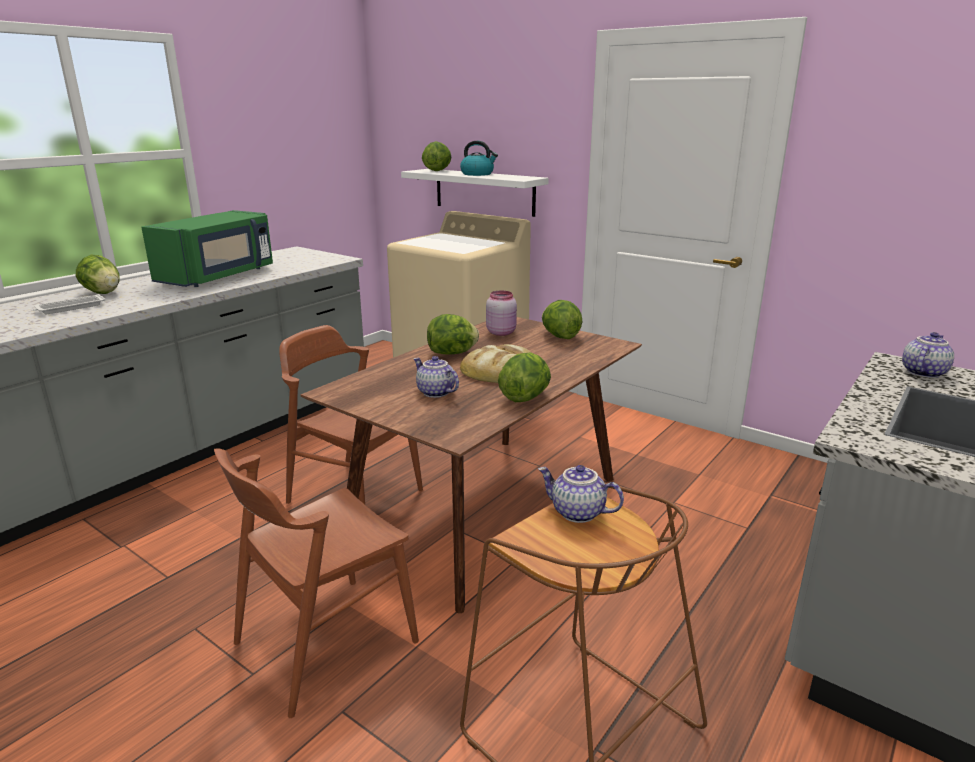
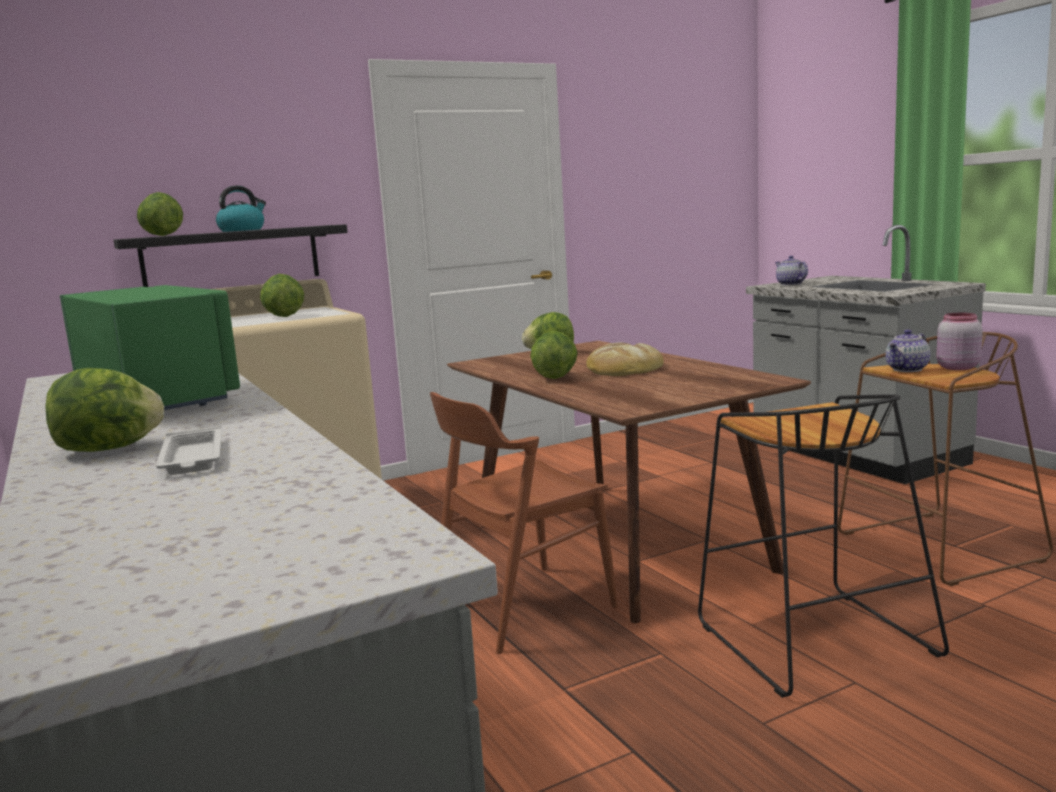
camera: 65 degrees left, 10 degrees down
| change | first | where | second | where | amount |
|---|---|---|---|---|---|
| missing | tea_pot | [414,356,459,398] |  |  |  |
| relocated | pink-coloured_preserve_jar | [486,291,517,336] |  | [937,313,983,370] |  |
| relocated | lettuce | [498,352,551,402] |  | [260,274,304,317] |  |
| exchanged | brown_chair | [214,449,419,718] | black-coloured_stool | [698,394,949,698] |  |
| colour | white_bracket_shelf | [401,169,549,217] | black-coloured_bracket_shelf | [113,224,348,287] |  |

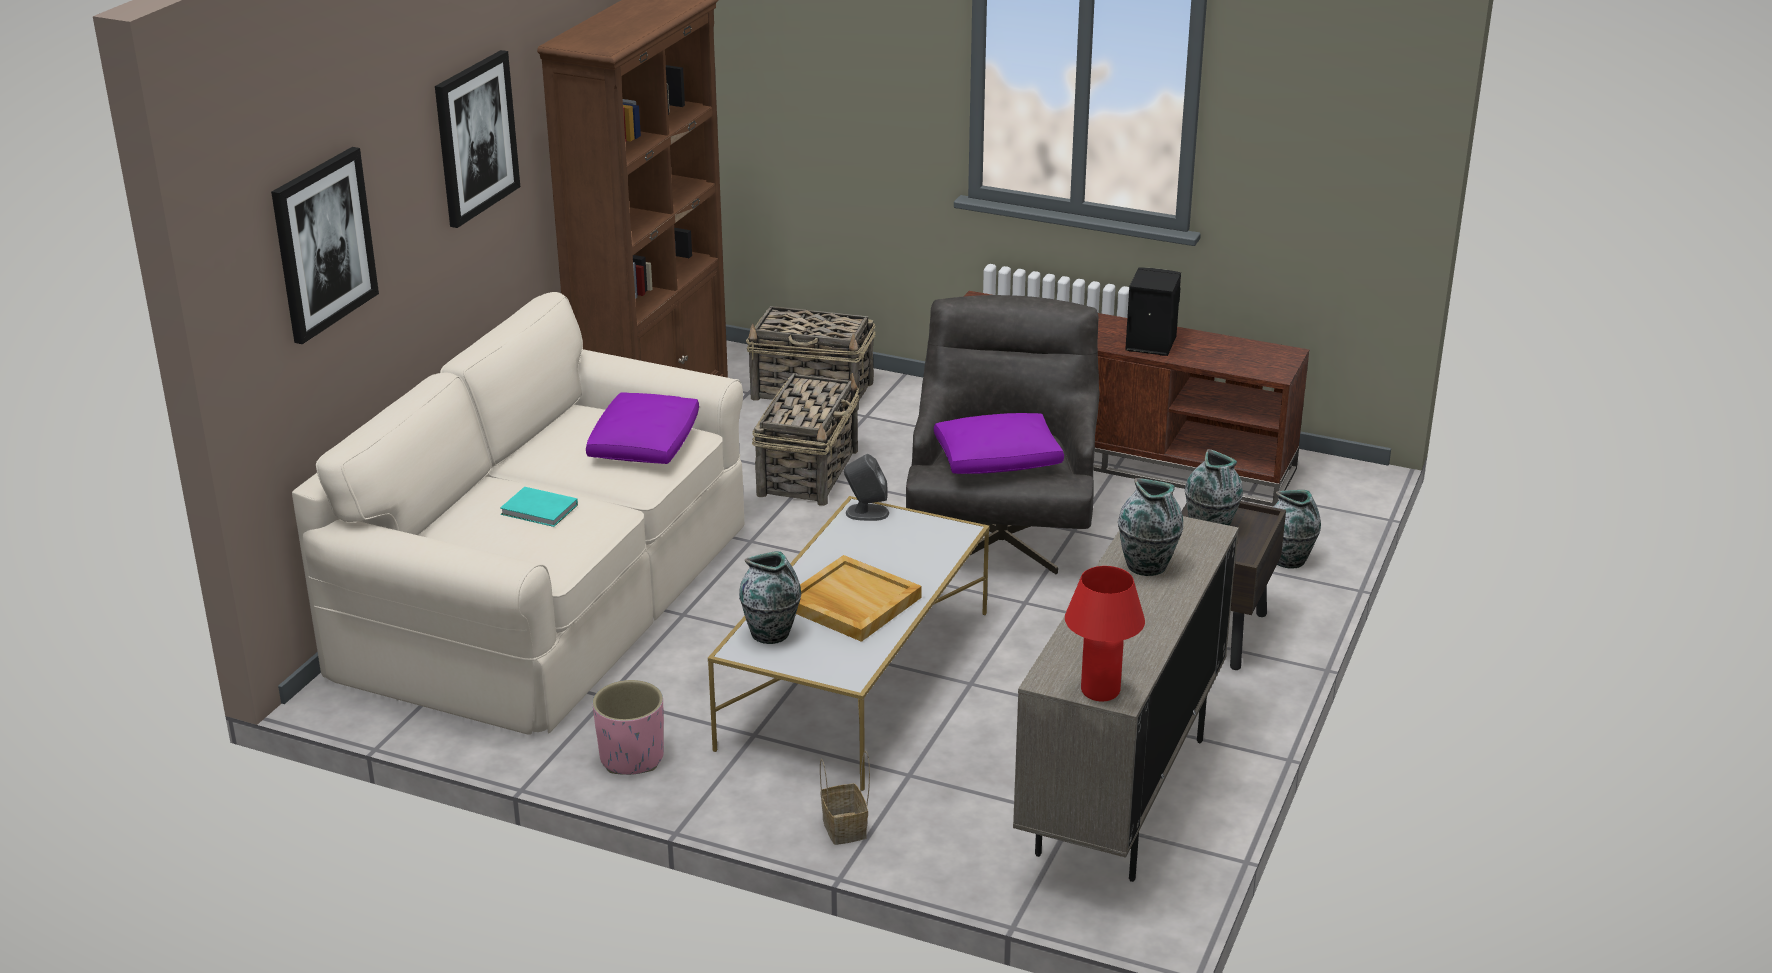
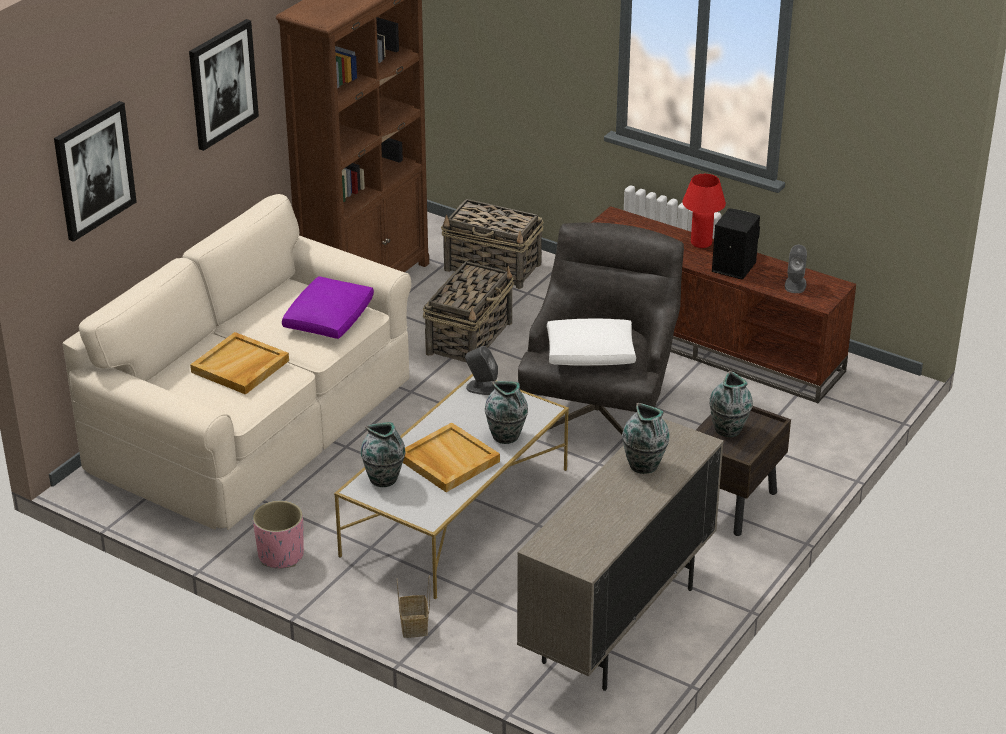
camera: 10 degrees right, 5 degrees up
| change | first | where | second | where | amount |
|---|---|---|---|---|---|
| appeared |  |  | greyish_speaker | [785,245,807,293] |  |
| relocated | red-coloured_table_lamp | [1065,566,1145,701] |  | [682,174,726,248] |  |
| relocated | decorative_vase | [1274,490,1321,569] |  | [485,381,528,444] |  |
| exchanged | turquoise-coloured_bound_book | [500,487,578,527] | beige-coloured_serving_tray | [190,332,289,395] |  |
| colour | purplish_pillow | [934,413,1064,474] | white_pillow | [547,318,636,366] |  |

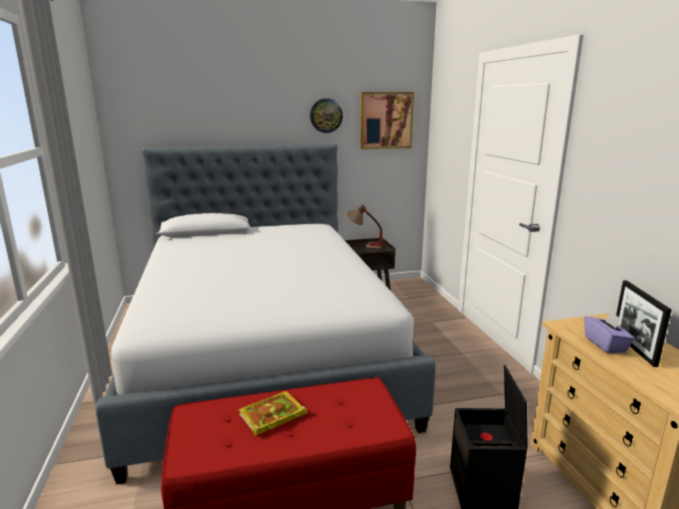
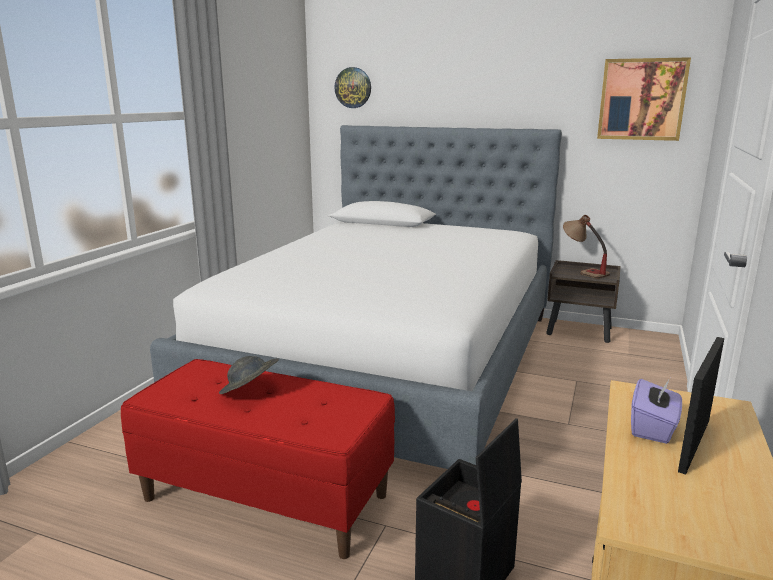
camera: 35 degrees right, 0 degrees up
| change | first | where | second | where | amount |
|---|---|---|---|---|---|
| relocated | clock_on_the_wall | [310,98,343,133] |  | [335,67,371,108] |  |
| exchanged | bound_book | [239,391,307,436] | greyish_wearable_hat | [219,356,279,394] |  |

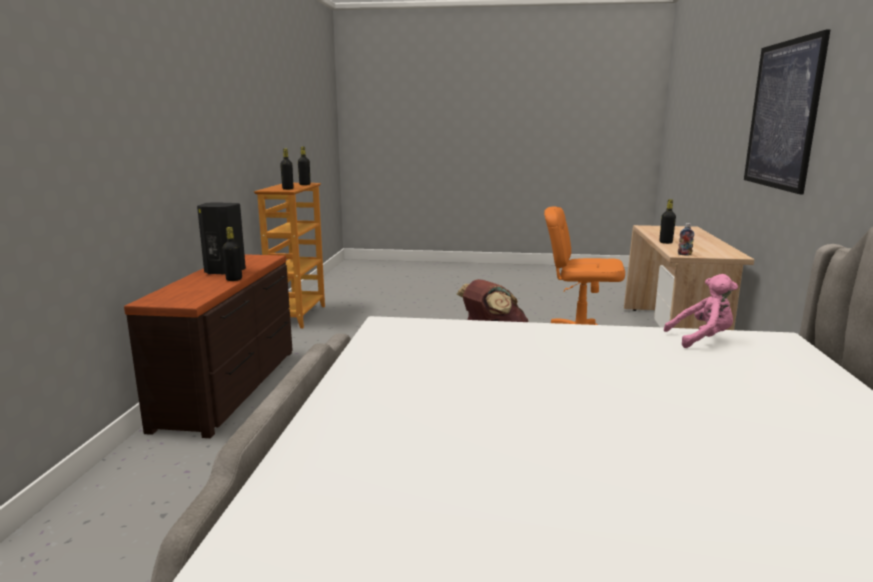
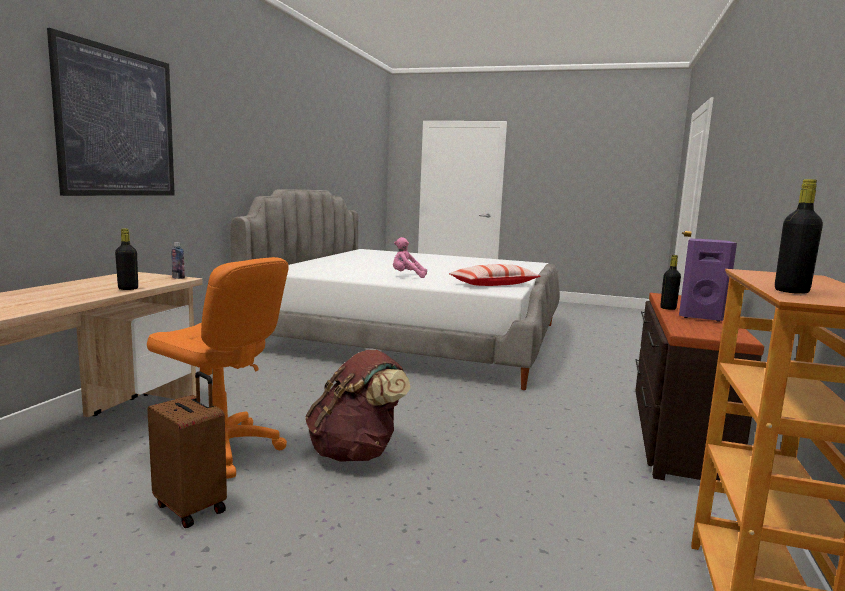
camera: 170 degrees left, 5 degrees down
| change | first | where | second | where | amount |
|---|---|---|---|---|---|
| missing | black-coloured_bottle | [280,148,294,190] |  |  |  |
| appeared |  |  | brown_suitcase | [147,371,227,528] |  |
| appeared |  |  | pillow | [449,264,541,286] |  |
| relocated | pink-coloured_cuddly_toy | [664,274,738,348] |  | [393,237,427,278] |  |
| colour | black-coloured_speaker | [197,202,246,274] | purplish_speaker | [679,239,737,322] |  |

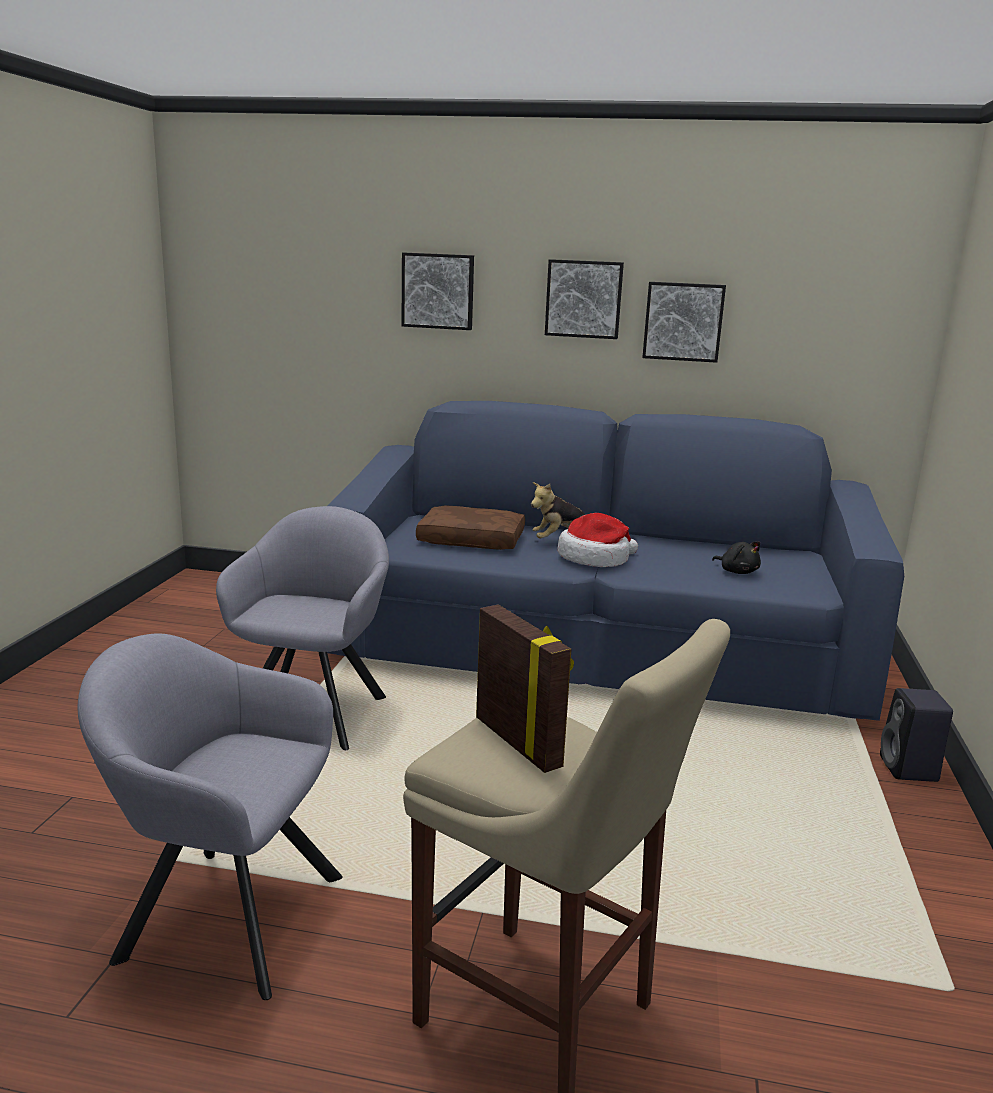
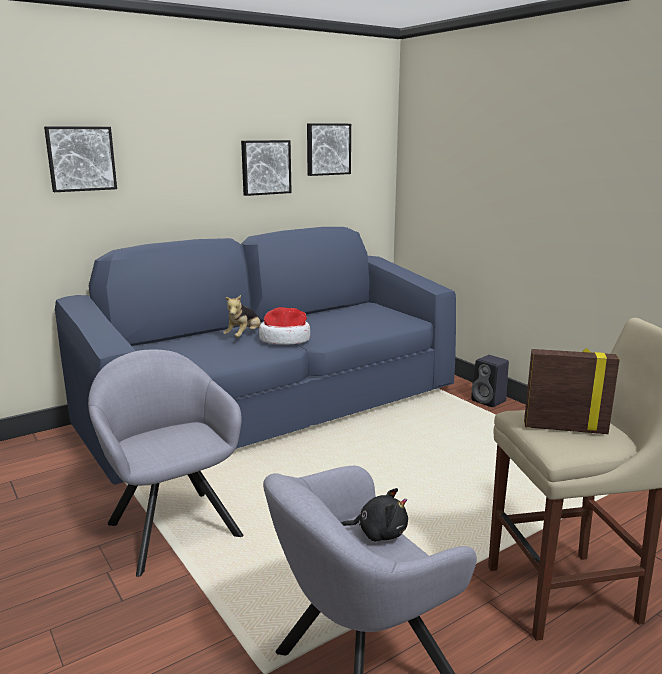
camera: 45 degrees left, 0 degrees up
| change | first | where | second | where | amount |
|---|---|---|---|---|---|
| missing | brown_pillow | [416,505,525,550] |  |  |  |
| relocated | wall_art | [545,259,624,339] |  | [307,123,351,176] |  |
| relocated | black-coloured_cuddly_toy | [712,541,761,574] |  | [341,488,408,542] |  |

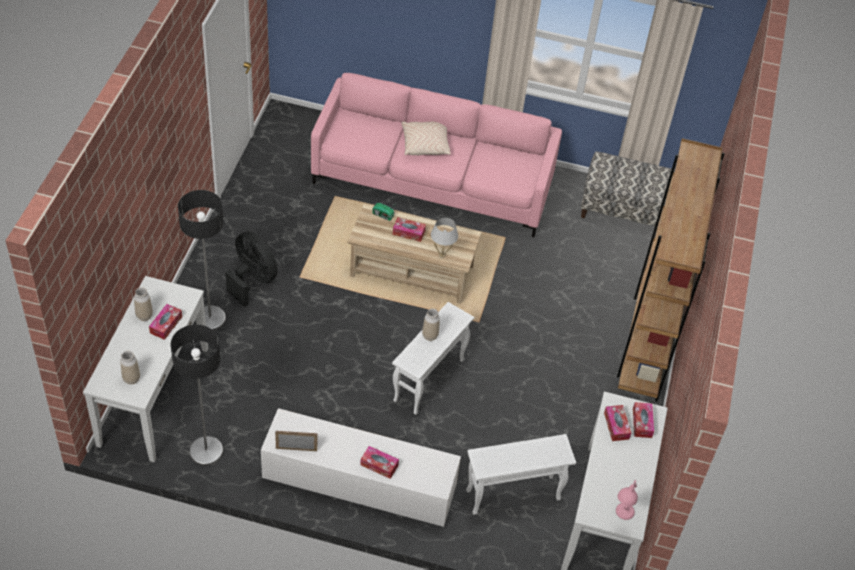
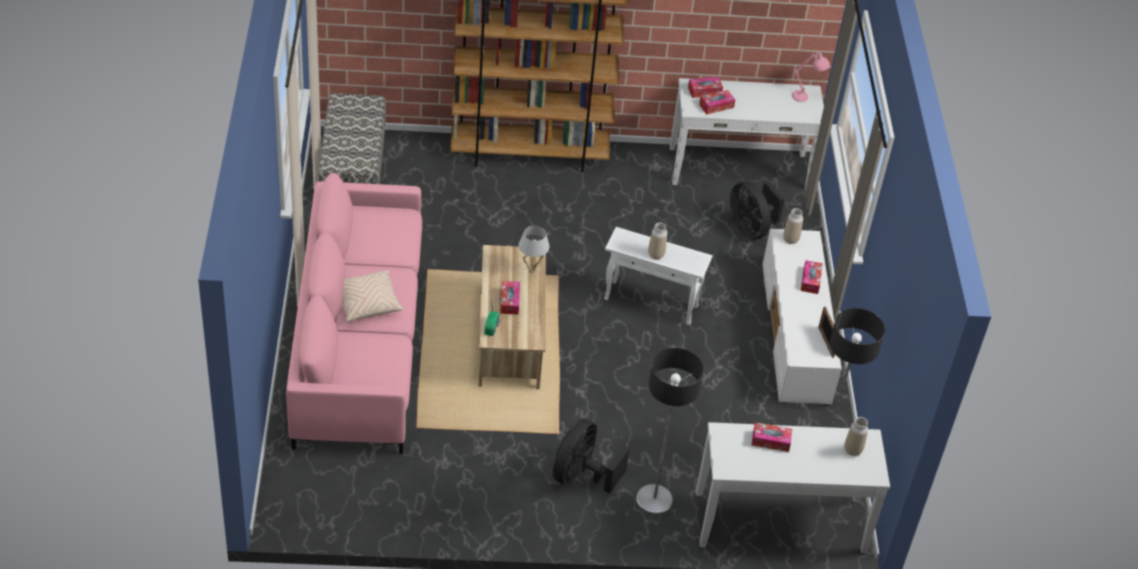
camera: 105 degrees left, 5 degrees down
| change | first | where | second | where | amount |
|---|---|---|---|---|---|
| relocated | decorative_vase | [134,287,153,321] |  | [783,208,803,244] |  |
| exchanged | white_side_table | [466,434,576,515] | black-coloured_electric_fan | [730,181,785,240] |  |

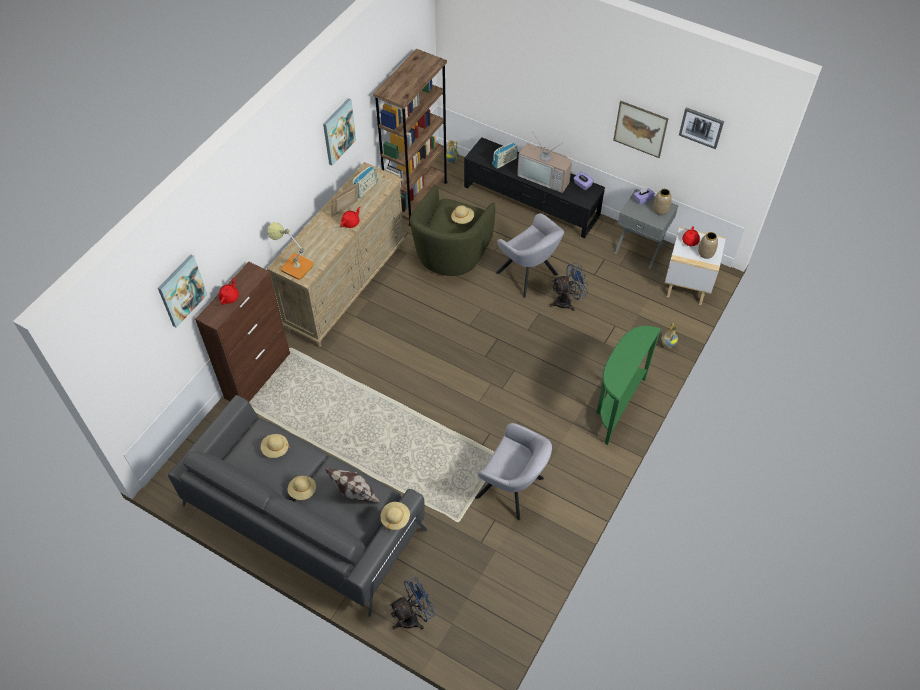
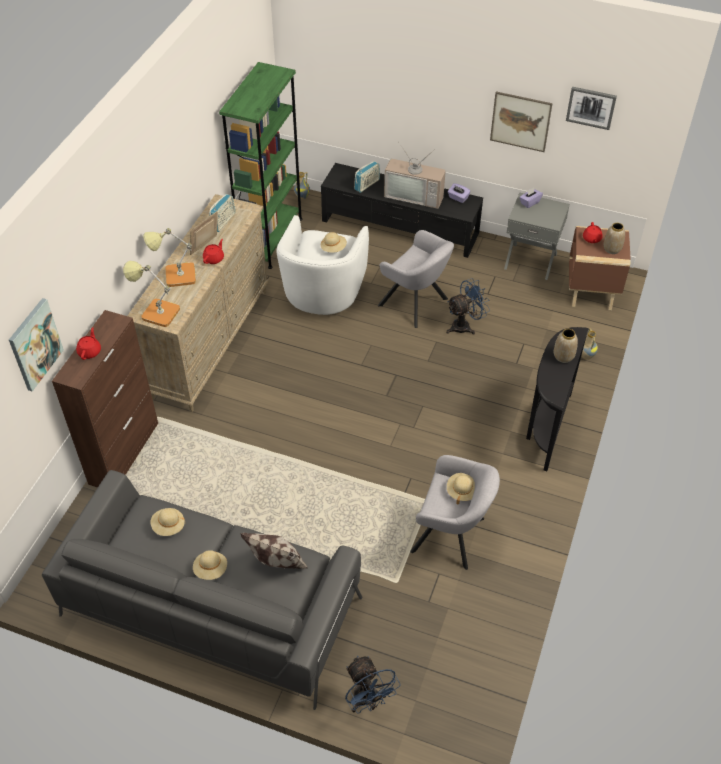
camera: 10 degrees left, 5 degrees down
| change | first | where | second | where | amount |
|---|---|---|---|---|---|
| missing | wall_art | [323,98,356,165] |  |  |  |
| appeared |  |  | table_lamp | [143,228,196,287] |  |
| relocated | beige-coloured_wearable_hat | [380,502,410,531] |  | [447,473,475,504] |  |
| relocated | decorative_vase | [653,189,672,215] |  | [554,329,578,363] |  |
| colour | brown_bookcase | [373,49,448,226] | green-coloured_bookcase | [219,62,303,269] |  |
| colour | green-coloured_armchair | [410,185,495,276] | white_armchair | [277,215,369,315] |  |
| colour | green-coloured_narrow_table | [597,326,661,445] | black-coloured_narrow_table | [526,327,589,471] |  |
| colour | white_side_table | [665,227,726,305] | brown_side_table | [569,226,631,310] |  |
| spun | blue-coloured_electric_fan | [389,577,436,630] |  | [345,656,401,714] | 105 degrees clockwise |

